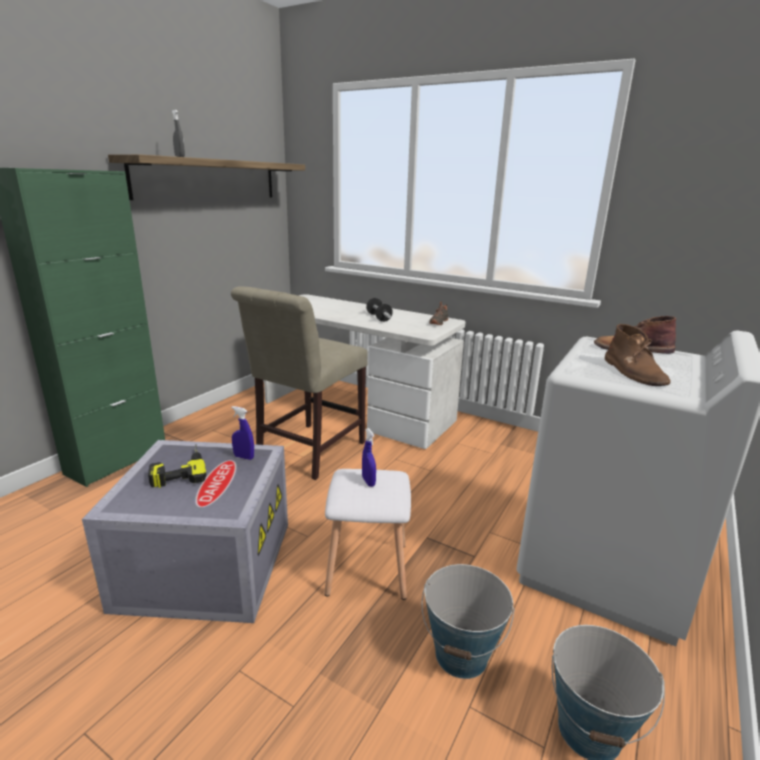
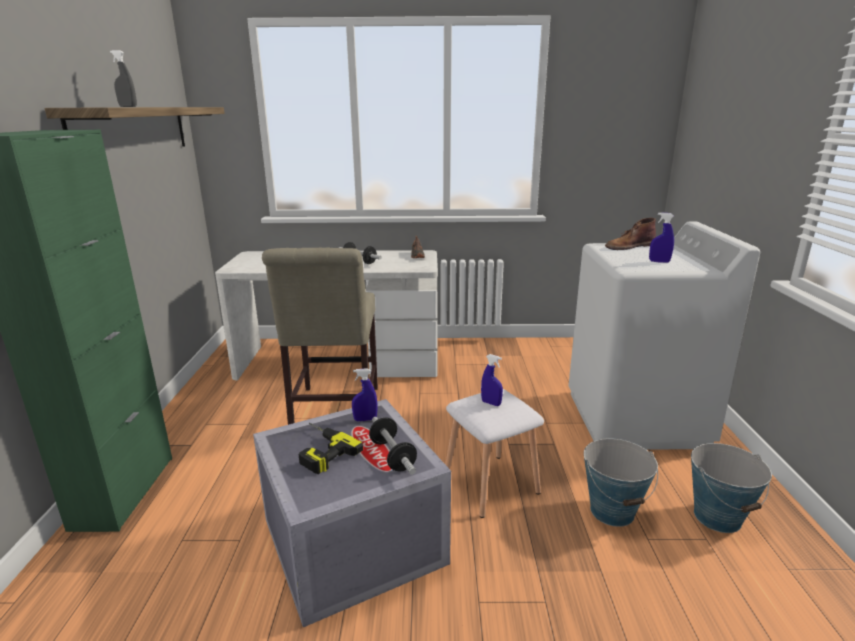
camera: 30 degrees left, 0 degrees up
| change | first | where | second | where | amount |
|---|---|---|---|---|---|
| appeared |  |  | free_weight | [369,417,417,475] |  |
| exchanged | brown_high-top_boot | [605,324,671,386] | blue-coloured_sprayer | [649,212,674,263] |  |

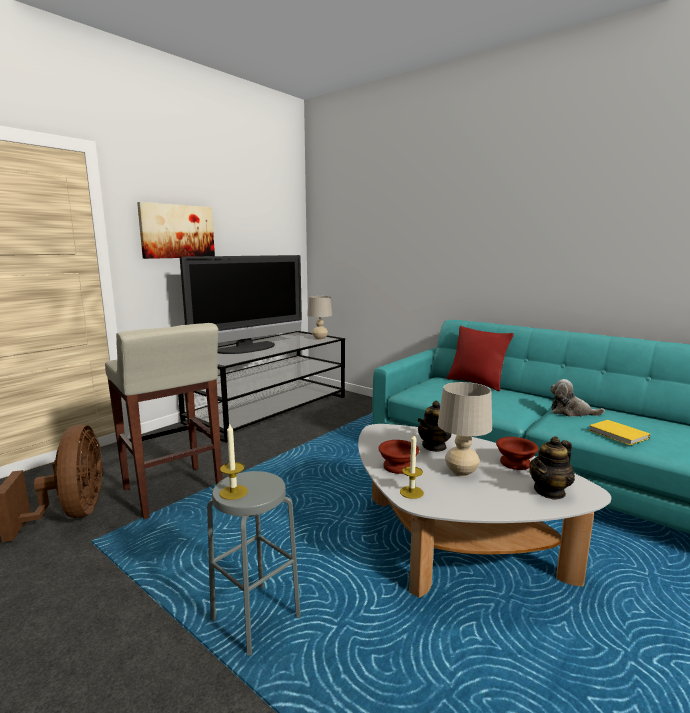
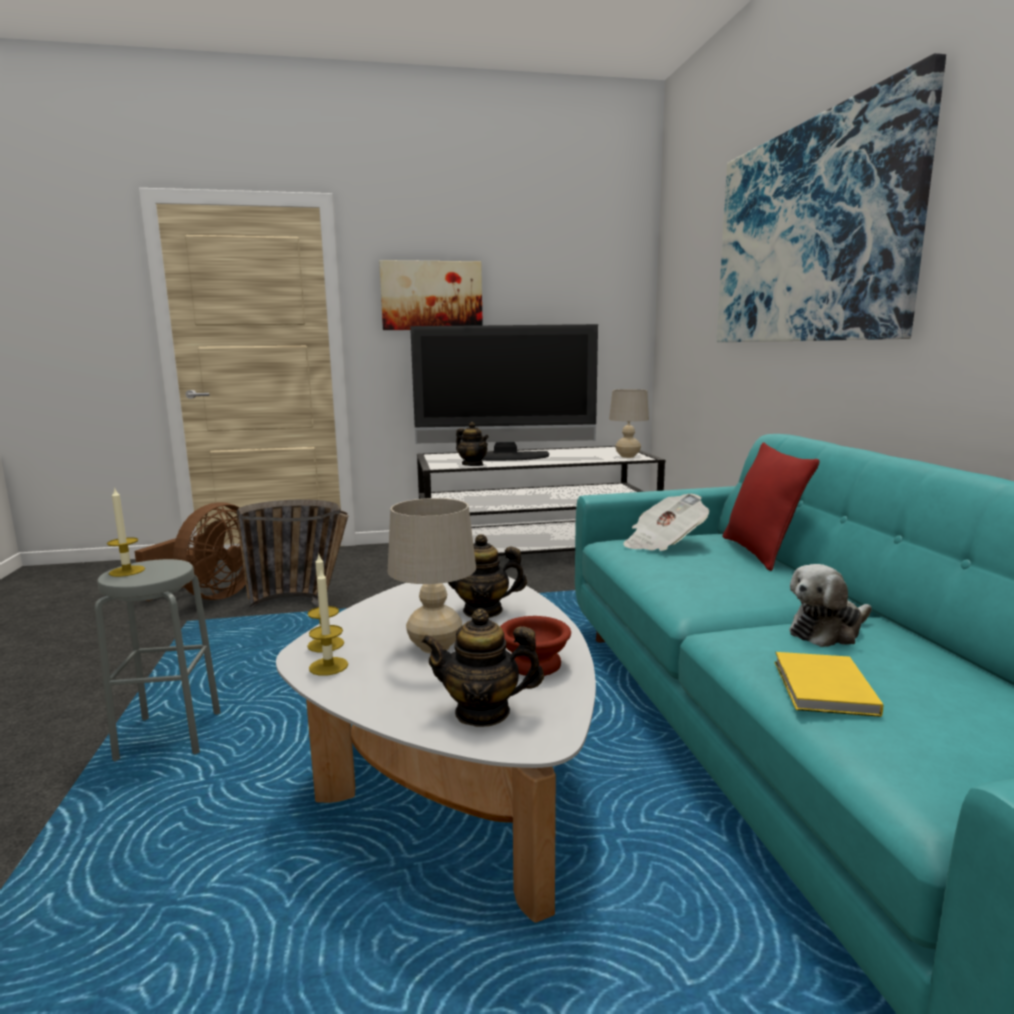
camera: 40 degrees right, 0 degrees up
| change | first | where | second | where | amount |
|---|---|---|---|---|---|
| missing | brown_deep_dish | [378,440,419,474] |  |  |  |
| appeared |  |  | wax_candle | [309,570,348,676] |  |
| appeared |  |  | tea_pot | [456,422,489,466] |  |
| appeared |  |  | newspaper | [623,494,709,551] |  |
| appeared |  |  | wall_art | [717,53,946,342] |  |
| exchanged | beige-coloured_stool | [105,323,223,519] | storage_basket | [237,499,349,608] |  |
| spun | cuddly_toy | [550,379,605,417] |  | [789,564,871,647] | 90 degrees counterclockwise |

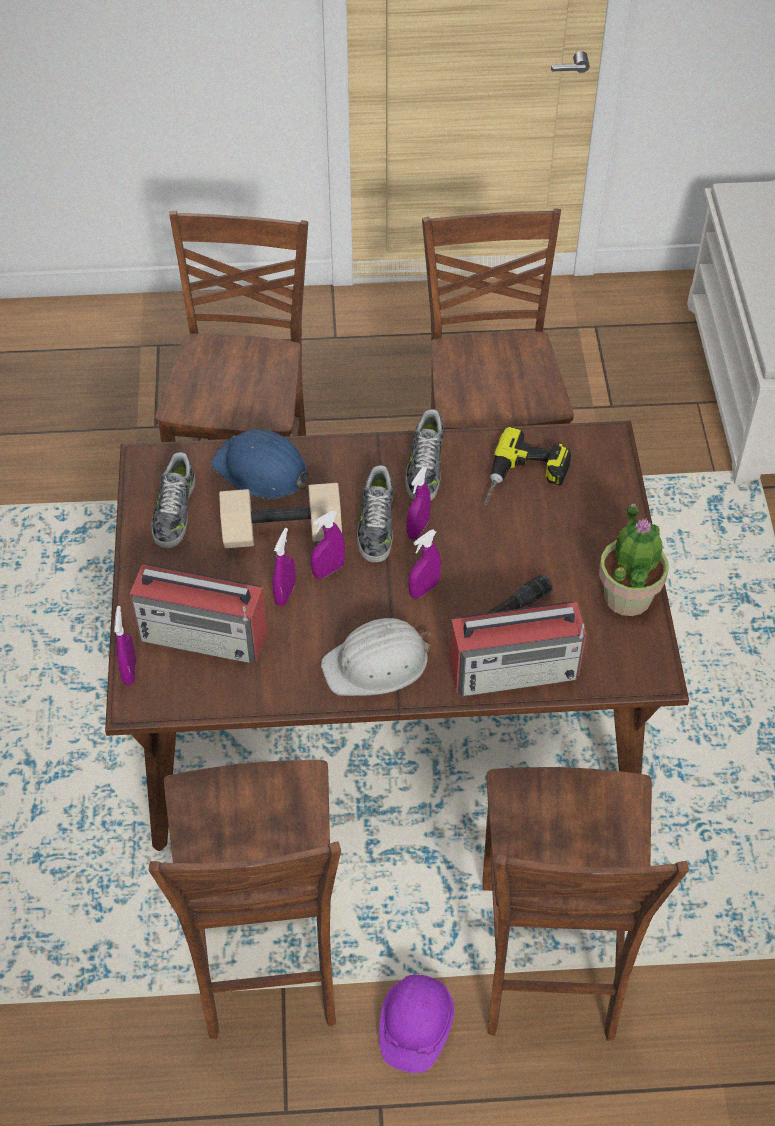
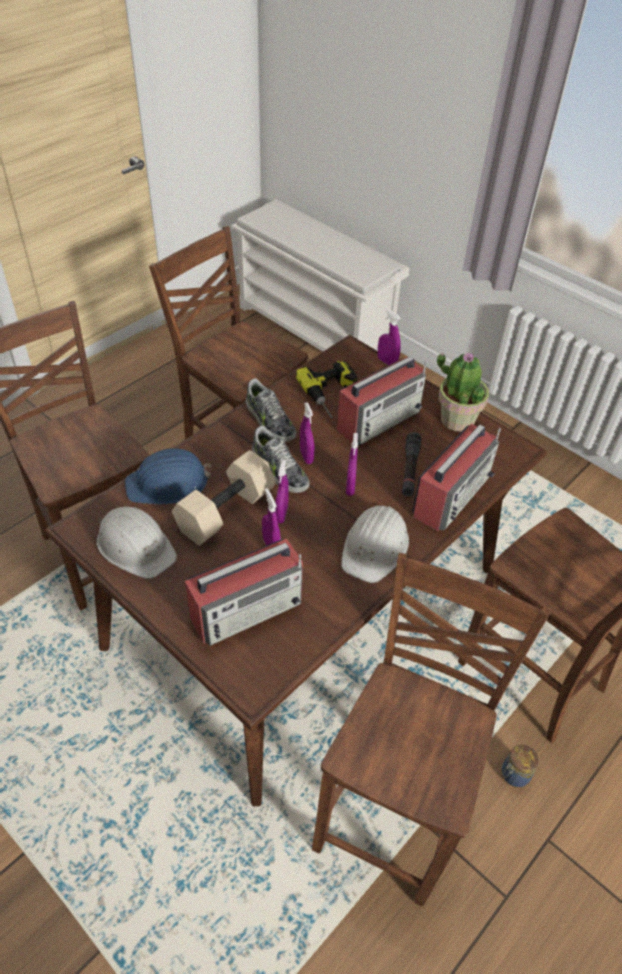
camera: 45 degrees left, 5 degrees down
| change | first | where | second | where | amount |
|---|---|---|---|---|---|
| appeared |  |  | radio_set | [337,356,427,446] |  |
| relocated | purplish_sprayer | [114,606,136,685] |  | [378,308,401,365] |  |
| exchanged | low_shoe | [152,452,195,548] | white_hard_hat | [97,506,177,579] |  |
| exchanged | purplish_hard_hat | [379,975,454,1073] | preserve_jar | [502,745,539,787] |  |
| spun | brown_chair | [149,760,341,1039] |  | [312,553,551,907] | 105 degrees counterclockwise |

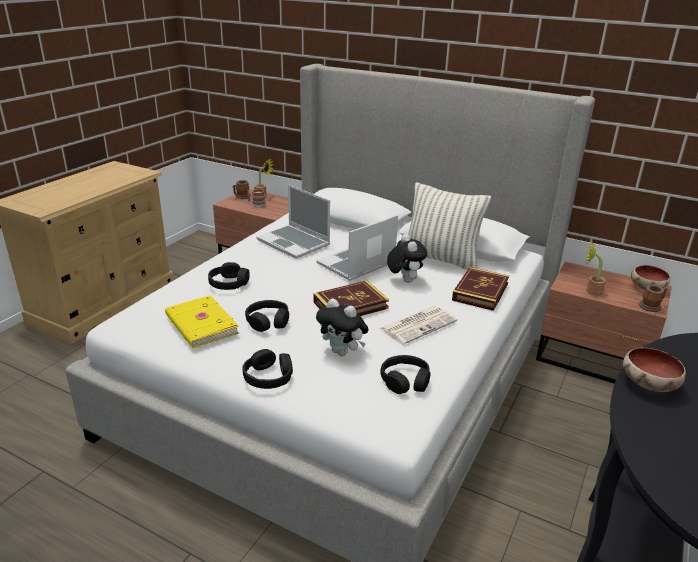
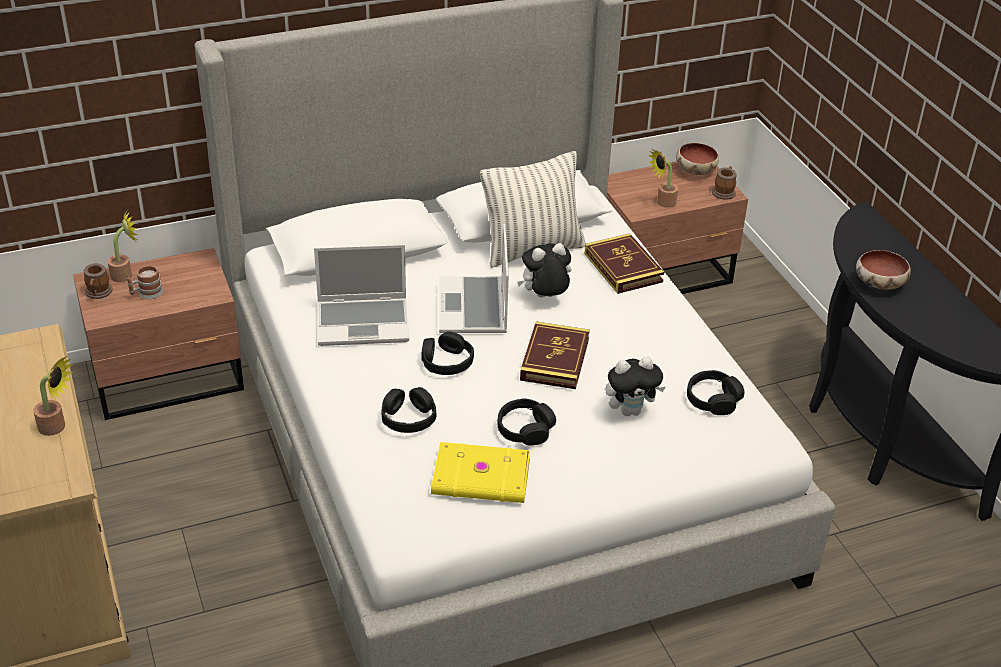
camera: 50 degrees left, 10 degrees up
| change | first | where | second | where | amount |
|---|---|---|---|---|---|
| missing | newspaper | [379,306,457,345] |  |  |  |
| appeared |  |  | plant_in_a_pot | [33,356,73,436] |  |
| relocated | black-coloured_pair_of_headphones | [243,349,293,389] |  | [421,331,474,375] |  |
| spun | cuddly_toy | [387,234,427,283] |  | [517,243,571,298] | 45 degrees counterclockwise |

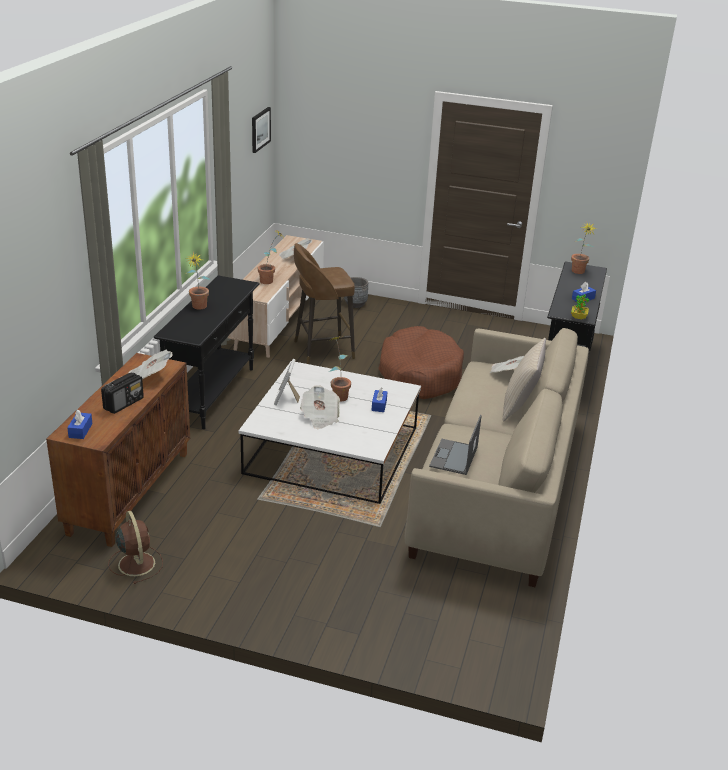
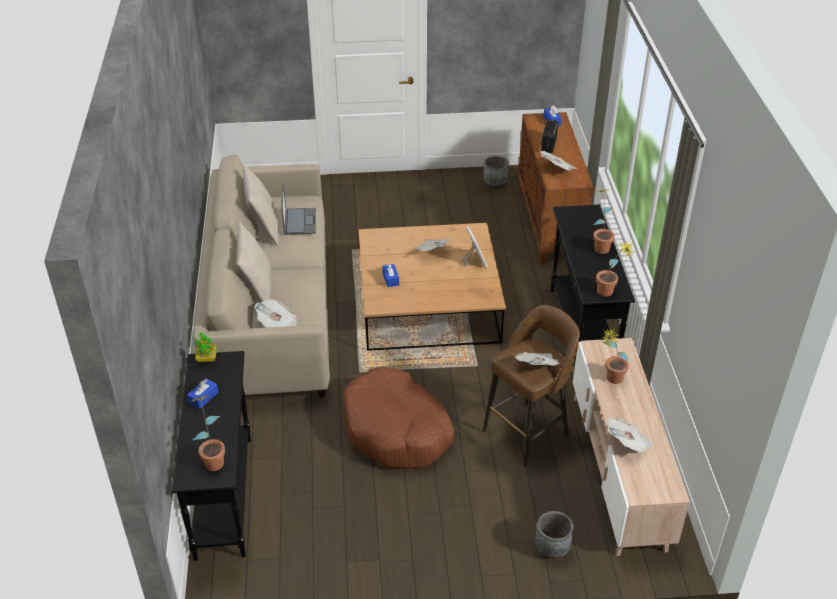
camera: 160 degrees right, 10 degrees up
| change | first | where | second | where | amount |
|---|---|---|---|---|---|
| missing | wall_art | [252,107,271,153] |  |  |  |
| appeared |  |  | beige-coloured_pillow | [243,165,279,246] |  |
| appeared |  |  | newspaper | [515,352,561,366] |  |
| relocated | plant_in_a_pot | [329,336,351,401] |  | [596,241,635,297] |  |
| exchanged | brown_electric_fan | [108,511,163,584] | greyish_flower_pot | [483,156,509,189] |  |
| colour | white_low_table | [239,362,421,504] | brown_low_table | [359,223,506,351] |  |

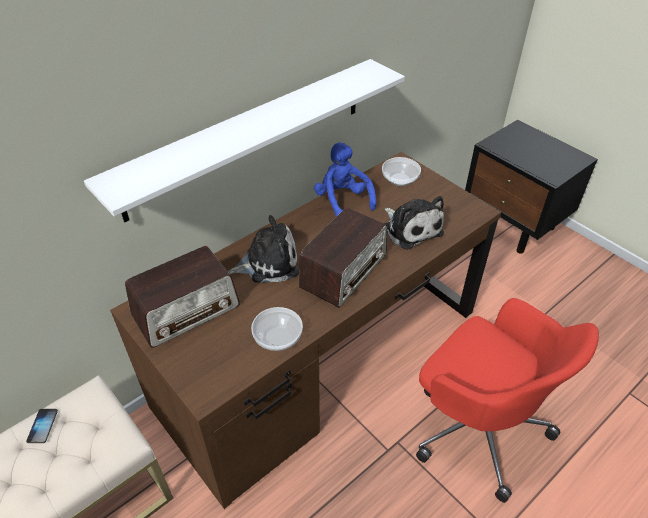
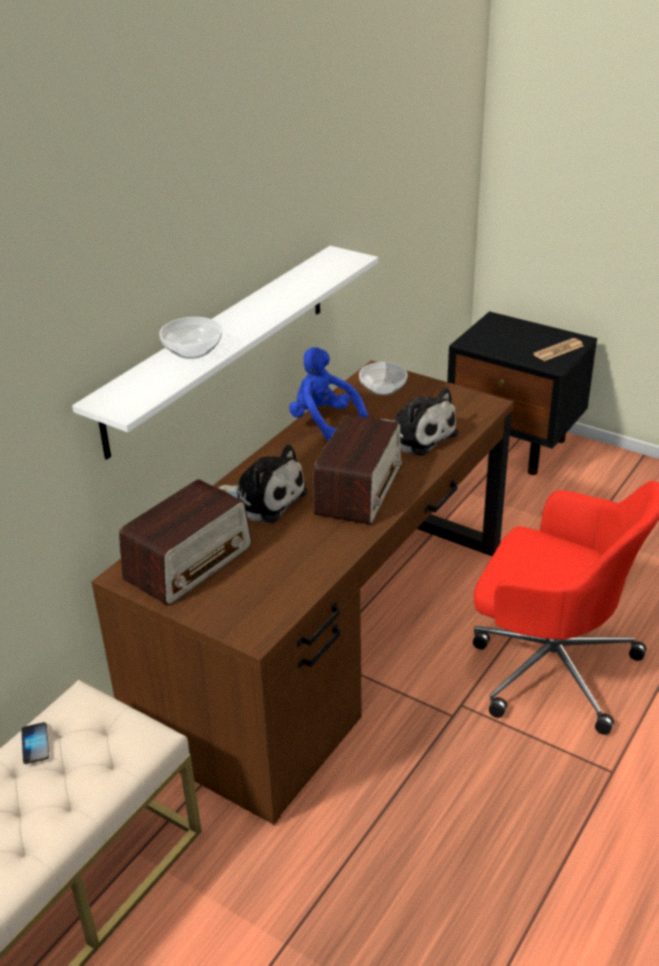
camera: 15 degrees left, 10 degrees down
| change | first | where | second | where | amount |
|---|---|---|---|---|---|
| appeared |  |  | newspaper | [533,338,584,361] |  |
| relocated | deep_dish | [251,307,303,351] |  | [159,317,222,359] |  |
| spun | cuddly_toy | [228,215,299,283] |  | [218,445,307,523] | 60 degrees clockwise |

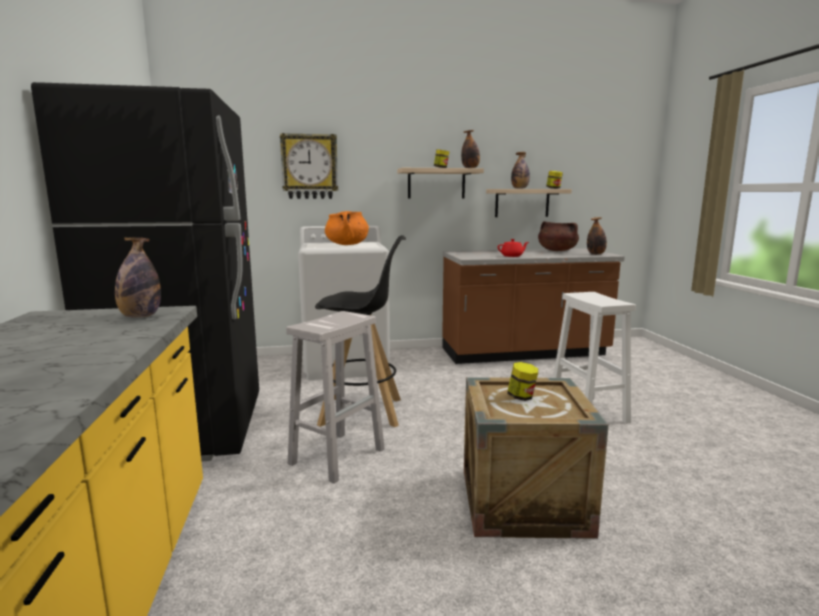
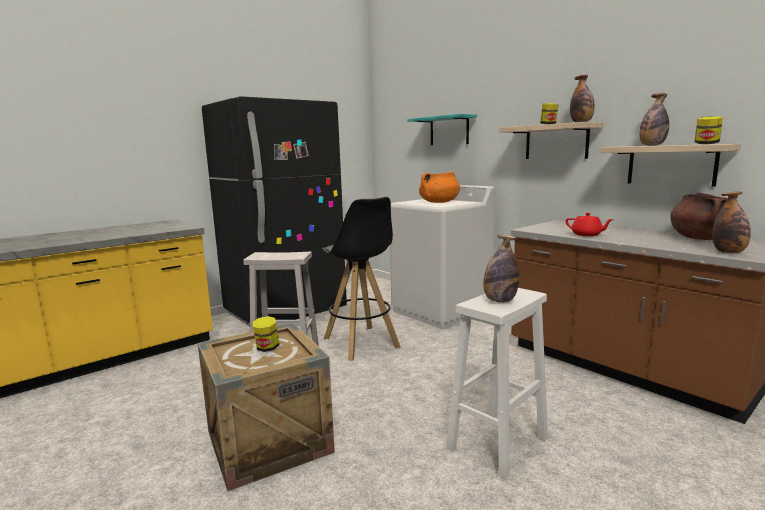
camera: 60 degrees right, 0 degrees up
| change | first | where | second | where | amount |
|---|---|---|---|---|---|
| relocated | bottle | [115,237,161,318] |  | [483,235,519,303] |  |
| exchanged | clock_on_the_wall | [280,133,338,199] | turquoise-coloured_bracket_shelf | [407,114,477,145] |  |

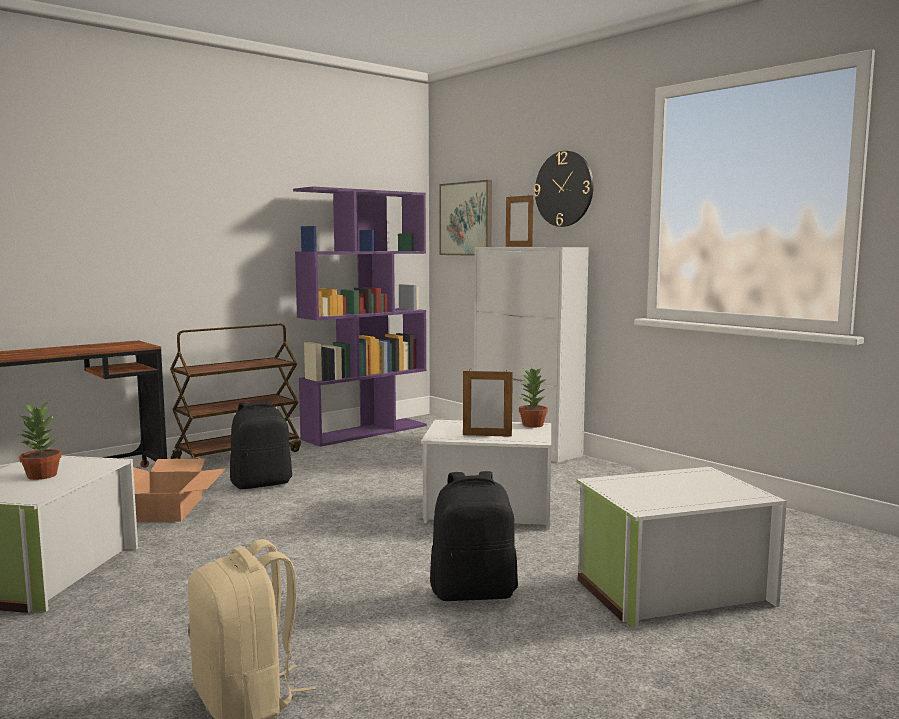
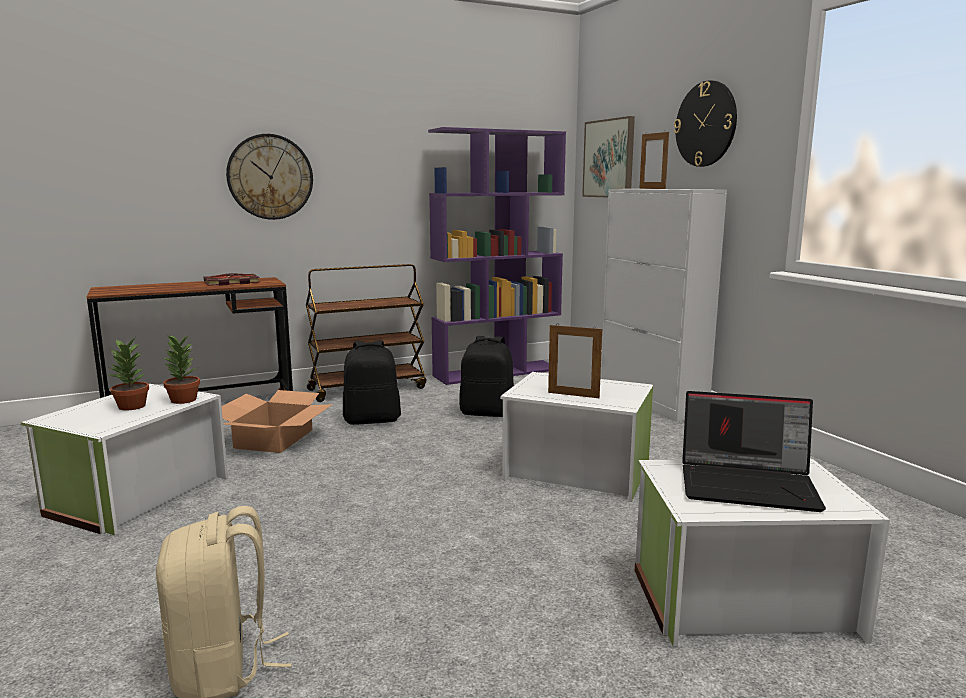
camera: 15 degrees right, 5 degrees up
| change | first | where | second | where | amount |
|---|---|---|---|---|---|
| appeared |  |  | bound_book | [204,273,260,286] |  |
| appeared |  |  | clock_on_the_wall | [226,134,313,220] |  |
| appeared |  |  | portable_computer | [682,391,826,512] |  |
| relocated | black-coloured_rucksack | [430,471,518,601] |  | [459,336,514,417] |  |
| relocated | plant_in_a_pot | [518,367,548,428] |  | [162,334,200,404] |  |

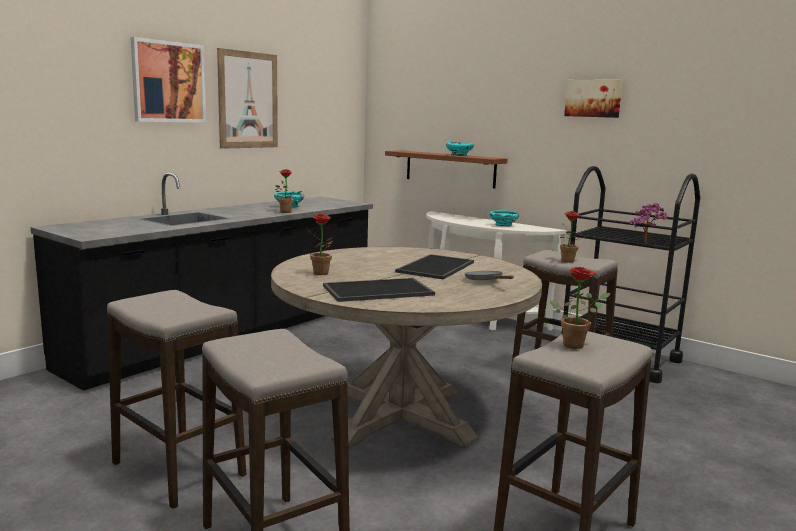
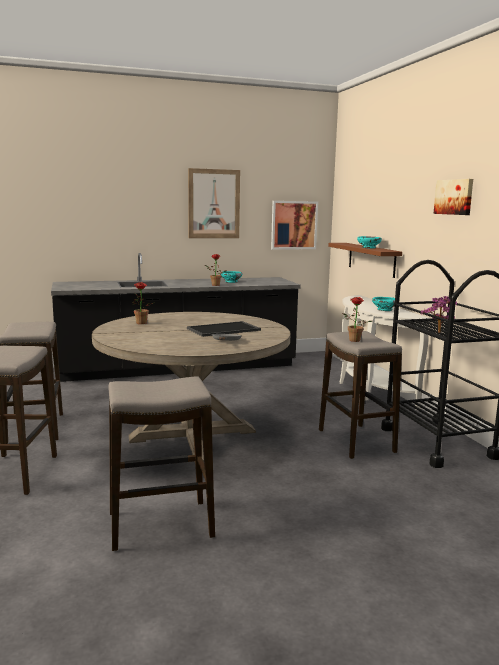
camera: 35 degrees right, 0 degrees up
| change | first | where | second | where | amount |
|---|---|---|---|---|---|
| missing | serving_tray | [323,278,435,302] |  |  |  |
| missing | plant_in_a_pot | [550,267,610,349] |  |  |  |
| relocated | wall_art | [131,37,206,123] |  | [271,201,318,250] |  |

